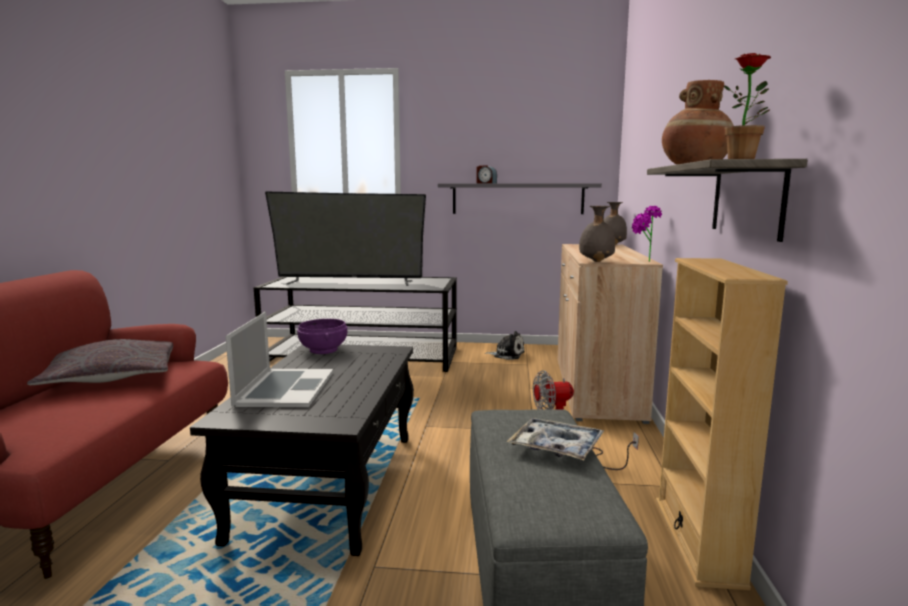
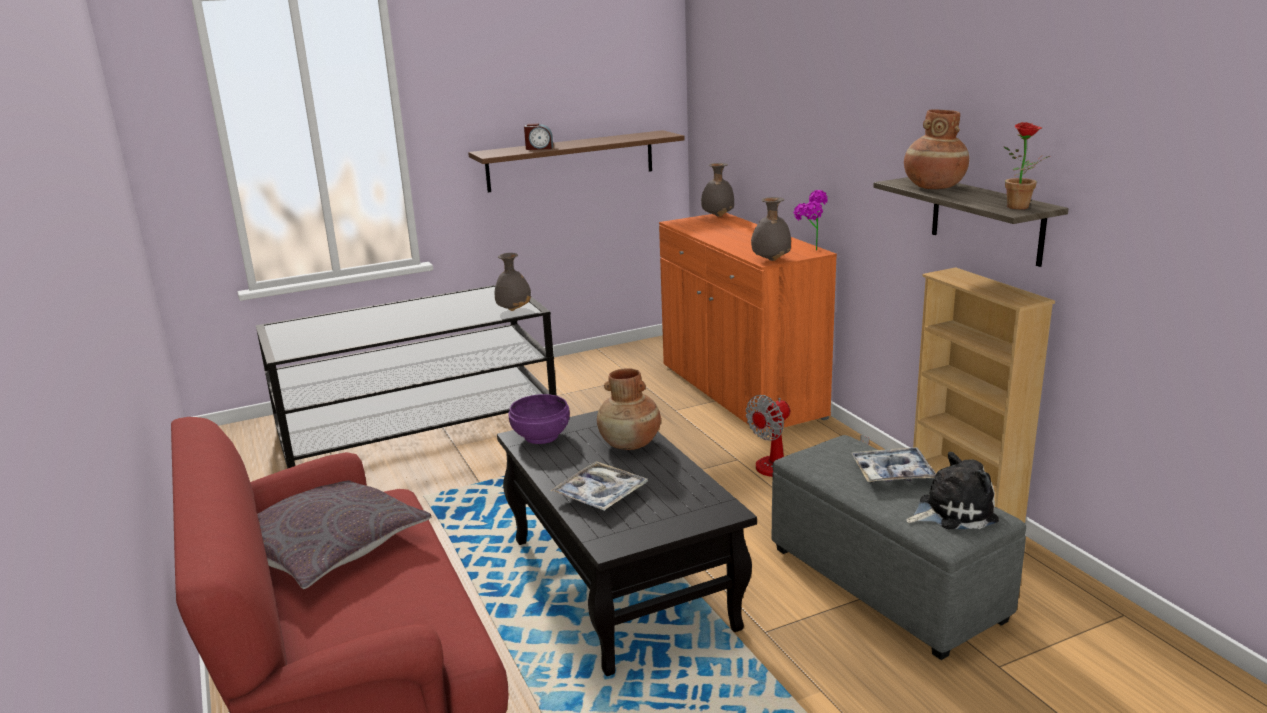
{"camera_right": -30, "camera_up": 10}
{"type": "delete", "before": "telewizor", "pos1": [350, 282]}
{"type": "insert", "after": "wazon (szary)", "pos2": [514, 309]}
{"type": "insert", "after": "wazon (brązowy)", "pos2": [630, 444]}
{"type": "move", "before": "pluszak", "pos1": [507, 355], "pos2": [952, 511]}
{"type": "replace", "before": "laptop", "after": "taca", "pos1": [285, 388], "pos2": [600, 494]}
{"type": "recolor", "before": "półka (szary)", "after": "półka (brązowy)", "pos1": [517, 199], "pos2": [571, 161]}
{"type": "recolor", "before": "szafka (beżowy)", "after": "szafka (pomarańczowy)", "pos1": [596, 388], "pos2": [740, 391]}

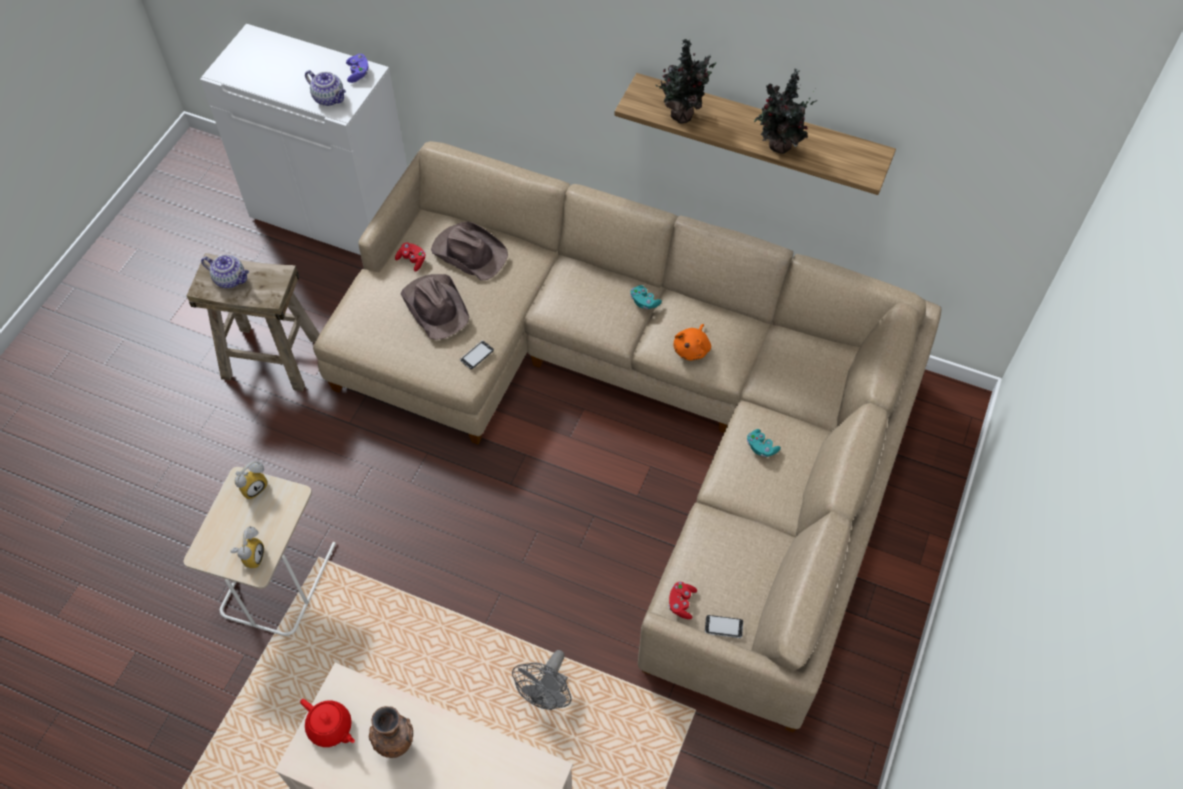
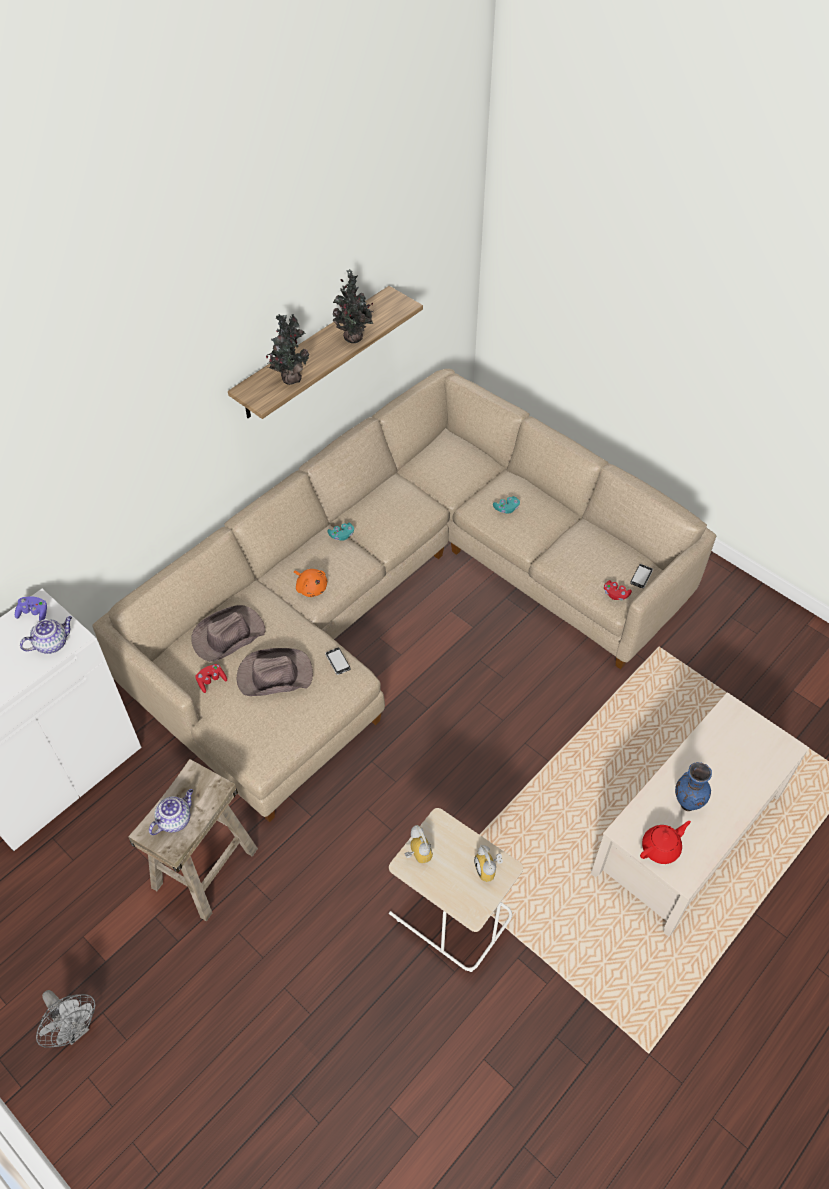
{"camera_right": -70, "camera_up": -5}
{"type": "move", "before": "wentylator (szary)", "pos1": [547, 696], "pos2": [75, 1028]}
{"type": "move", "before": "pluszak (pomarańczowy)", "pos1": [692, 349], "pos2": [311, 587]}
{"type": "recolor", "before": "wazon (brązowy)", "after": "wazon (niebieski)", "pos1": [396, 744], "pos2": [686, 803]}
{"type": "rotate", "before": "budzik", "pos1": [251, 556], "pos2": [489, 870], "turn": -135}

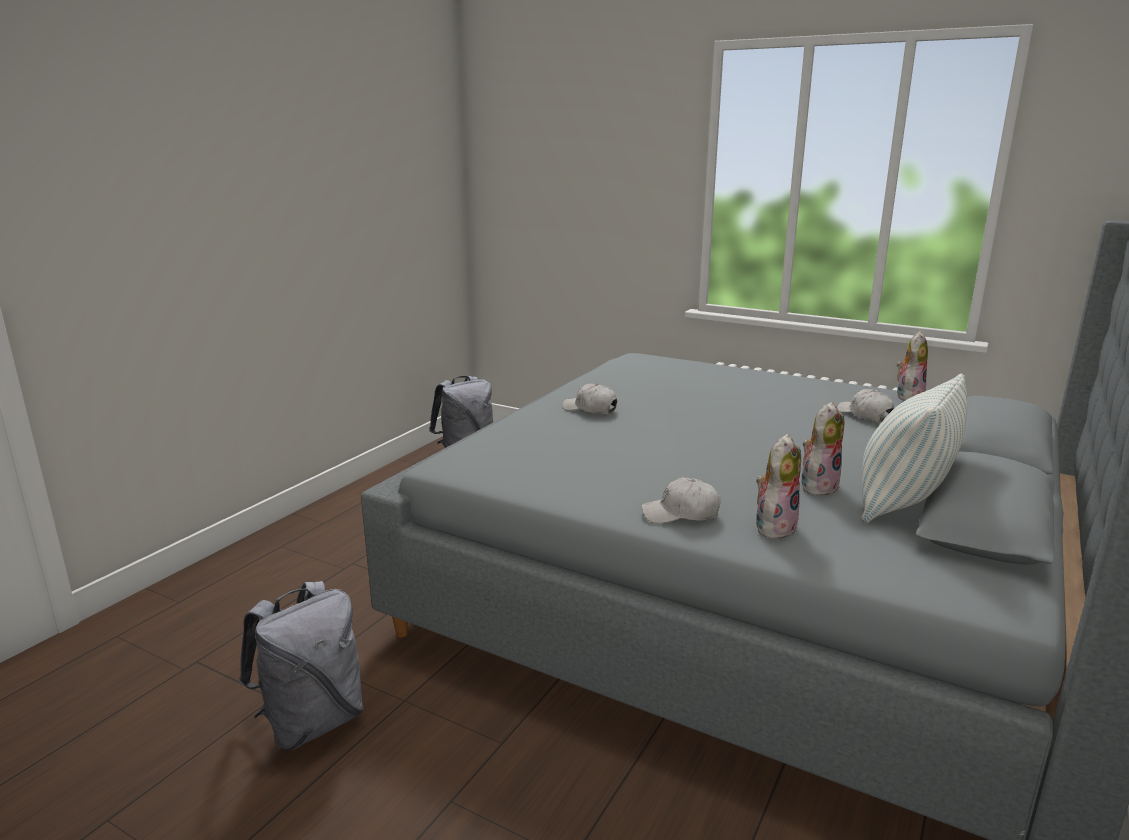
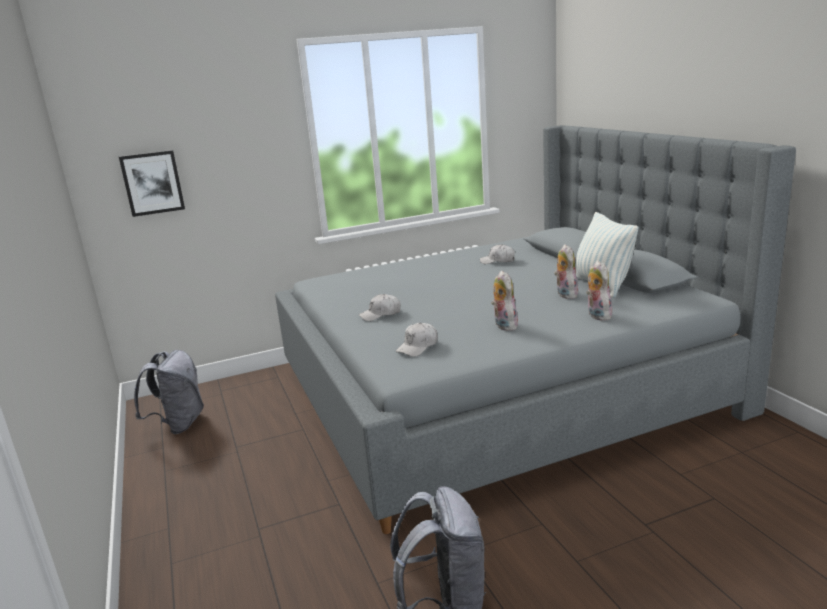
{"camera_right": -50, "camera_up": 0}
{"type": "insert", "after": "obraz", "pos2": [152, 183]}
{"type": "move", "before": "czapka z daszkiem (biały)", "pos1": [681, 514], "pos2": [418, 347]}
{"type": "move", "before": "pluszak", "pos1": [908, 396], "pos2": [503, 325]}

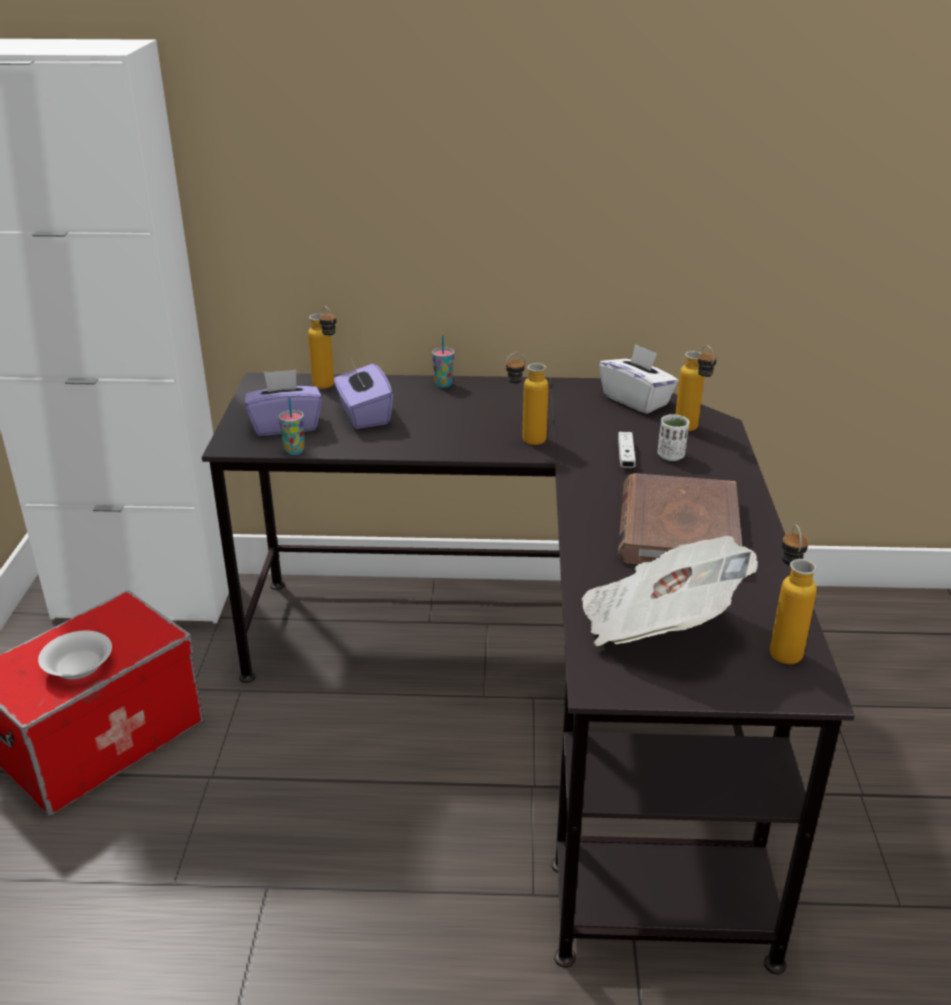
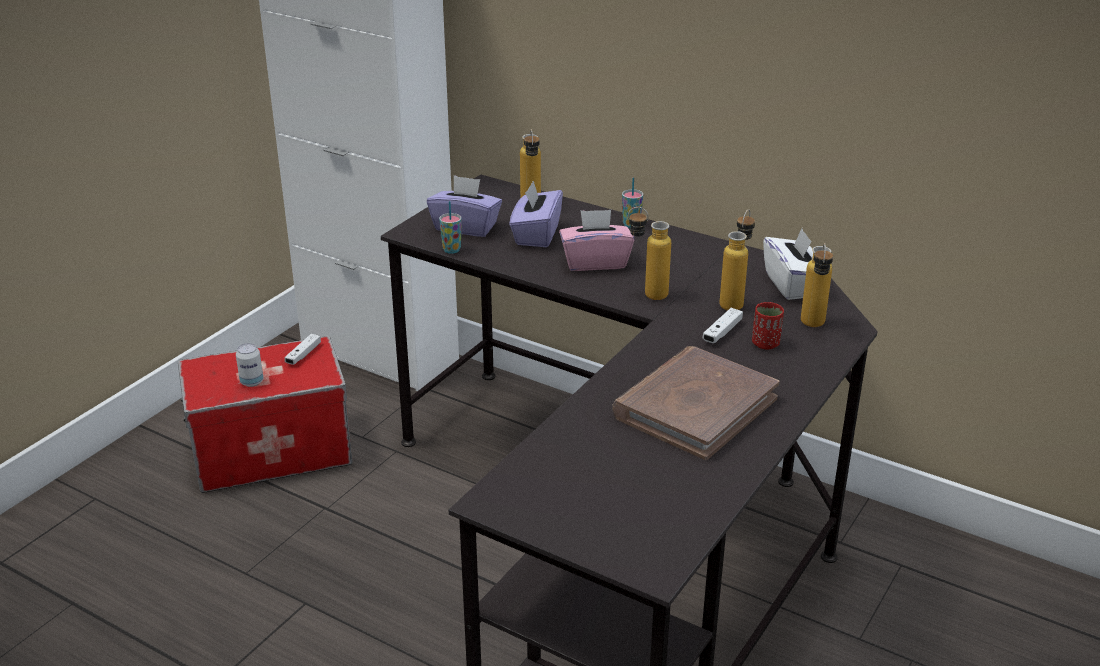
{"camera_right": 30, "camera_up": 0}
{"type": "delete", "before": "gazeta", "pos1": [657, 625]}
{"type": "insert", "after": "pad do gier (biały)", "pos2": [303, 354]}
{"type": "insert", "after": "pudełko chusteczek (różowy)", "pos2": [595, 262]}
{"type": "move", "before": "butelka", "pos1": [782, 646], "pos2": [734, 301]}
{"type": "replace", "before": "miska (biały)", "after": "puszka", "pos1": [79, 667], "pos2": [252, 382]}
{"type": "recolor", "before": "filiżanka (biały)", "after": "filiżanka (czerwony)", "pos1": [671, 456], "pos2": [765, 344]}

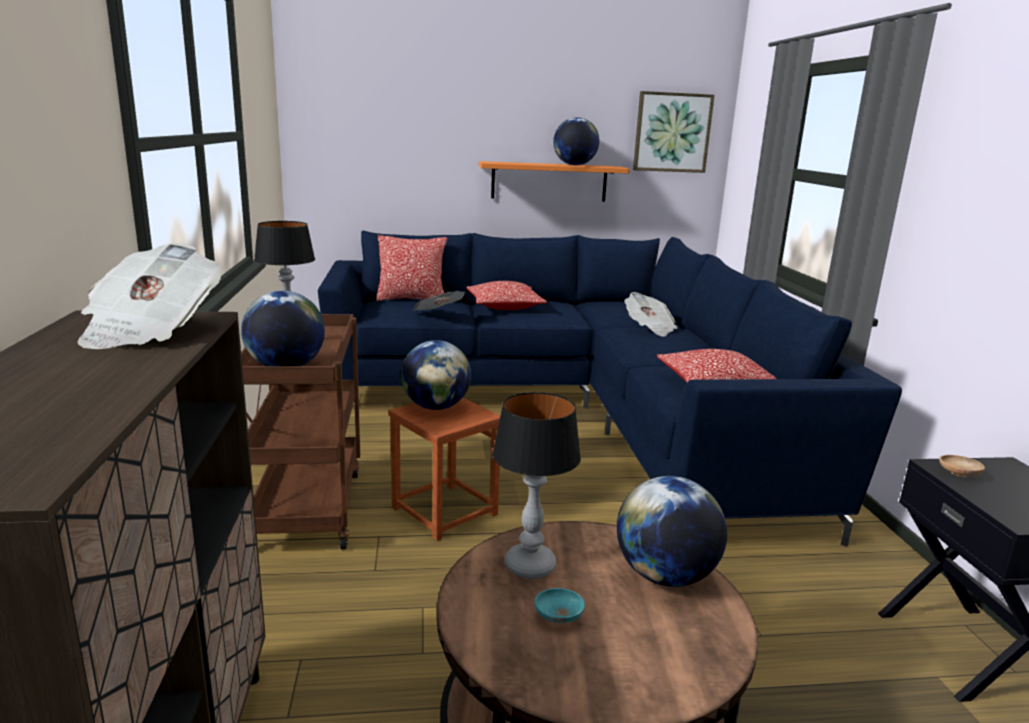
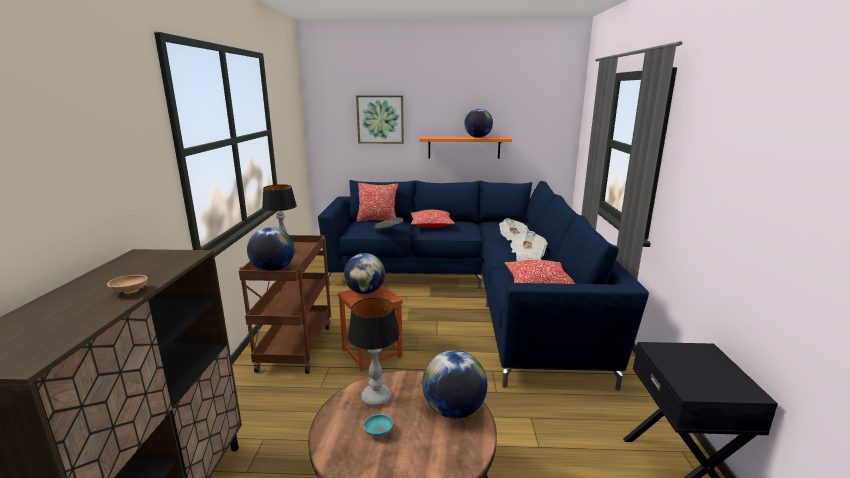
{"camera_right": 10, "camera_up": 0}
{"type": "move", "before": "gazeta", "pos1": [150, 331], "pos2": [527, 256]}
{"type": "move", "before": "obraz", "pos1": [672, 132], "pos2": [380, 119]}
{"type": "move", "before": "miska (brązowy)", "pos1": [958, 475], "pos2": [130, 291]}

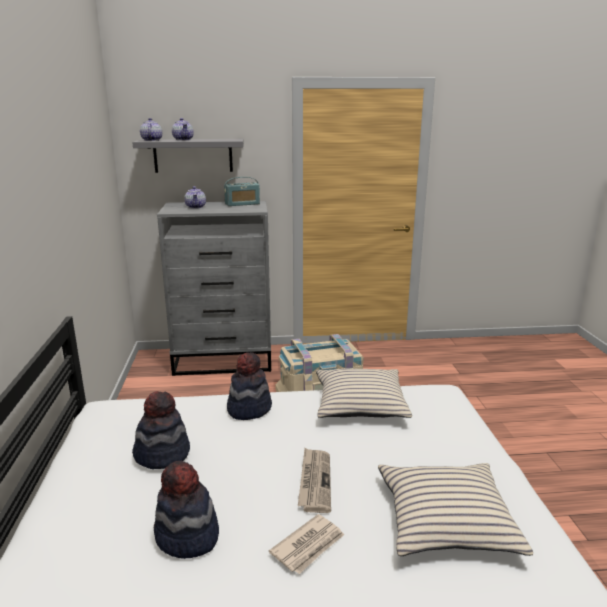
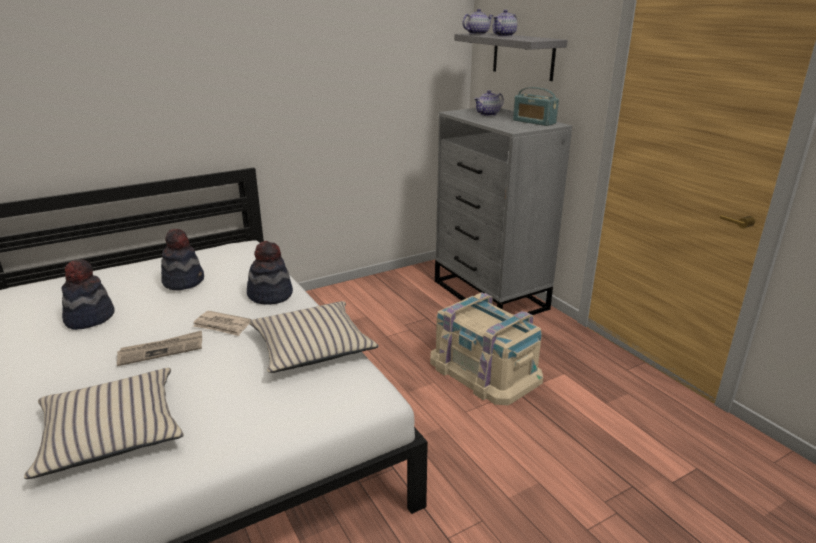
{"camera_right": 65, "camera_up": 5}
{"type": "move", "before": "gazeta", "pos1": [309, 546], "pos2": [222, 325]}

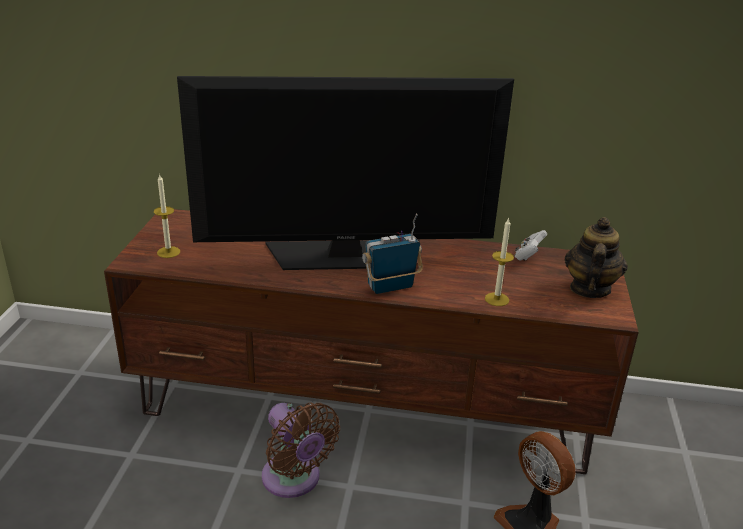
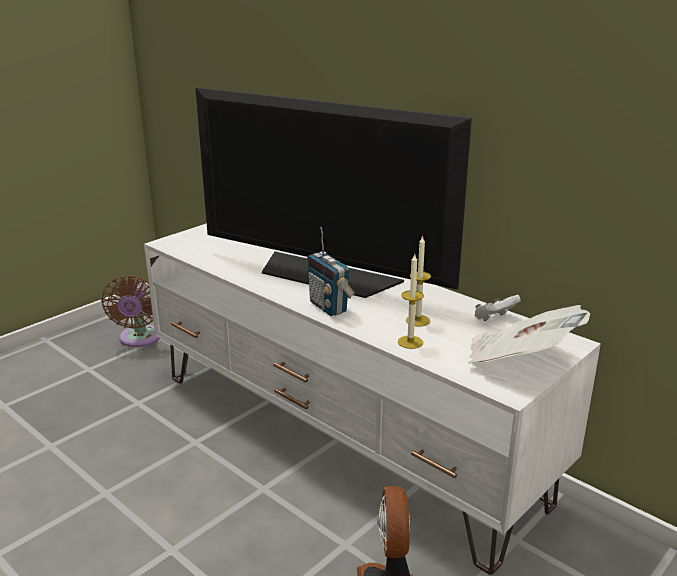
{"camera_right": 35, "camera_up": -5}
{"type": "move", "before": "świeca", "pos1": [168, 252], "pos2": [418, 320]}
{"type": "move", "before": "wentylator (brązowy)", "pos1": [294, 480], "pos2": [139, 339]}
{"type": "replace", "before": "imbryk", "after": "gazeta", "pos1": [589, 289], "pos2": [519, 361]}
{"type": "recolor", "before": "szafka pod telewizor (brązowy)", "after": "szafka pod telewizor (biały)", "pos1": [367, 406], "pos2": [341, 435]}
{"type": "rotate", "before": "radio", "pos1": [390, 287], "pos2": [329, 307], "turn": -135}

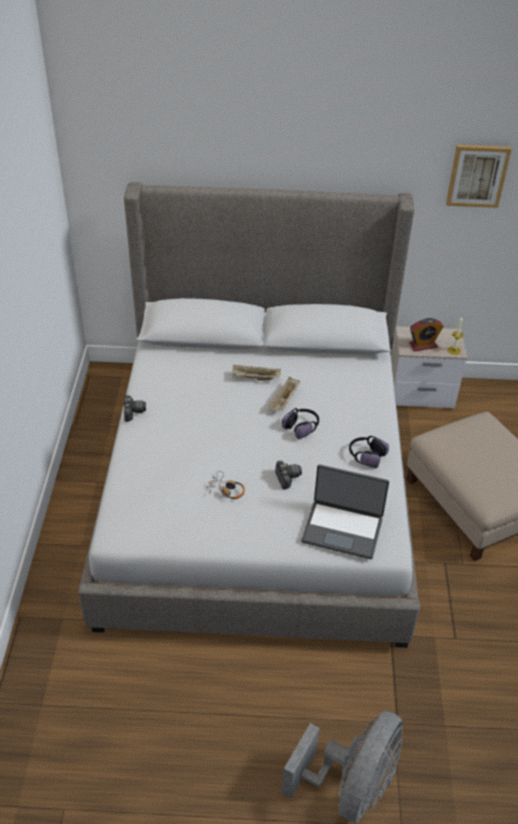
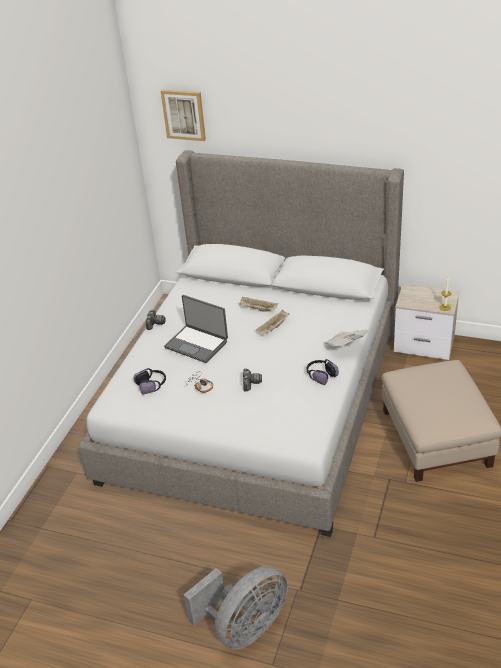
{"camera_right": 20, "camera_up": -5}
{"type": "delete", "before": "budzik", "pos1": [423, 345]}
{"type": "insert", "after": "gazeta", "pos2": [346, 346]}
{"type": "move", "before": "słuchawki", "pos1": [302, 427], "pos2": [152, 385]}
{"type": "move", "before": "laptop", "pos1": [342, 529], "pos2": [197, 344]}
{"type": "move", "before": "obraz", "pos1": [477, 175], "pos2": [184, 114]}

